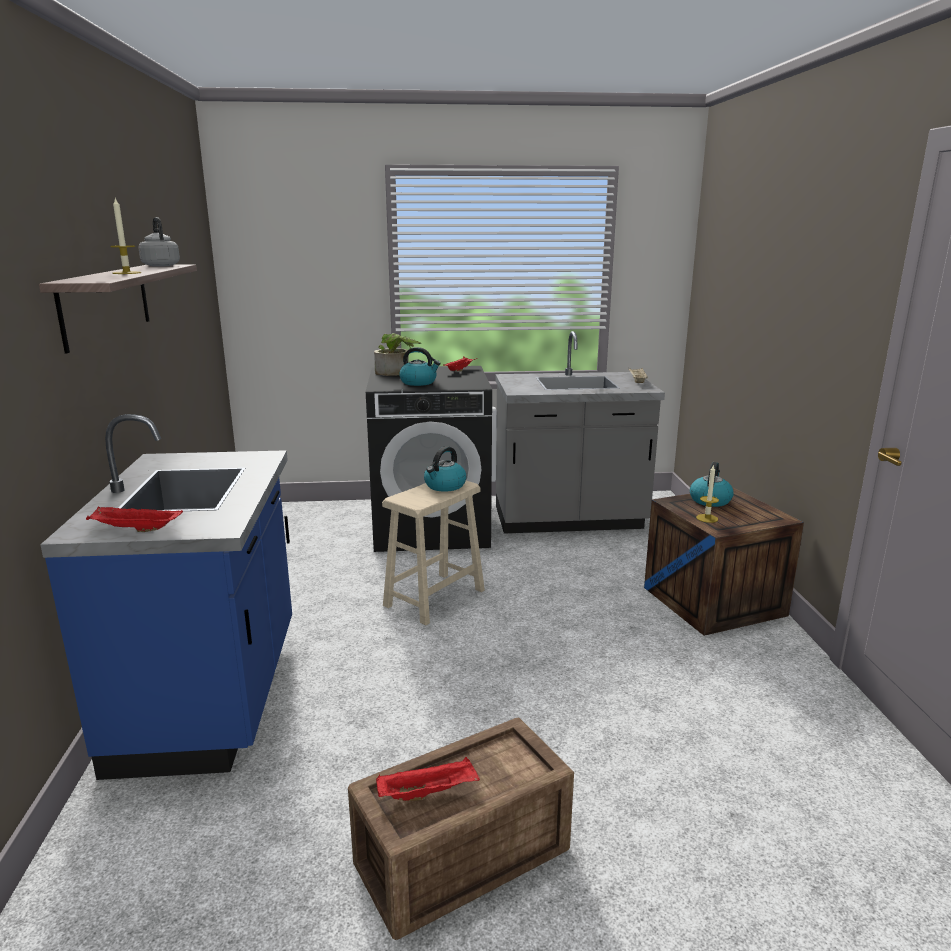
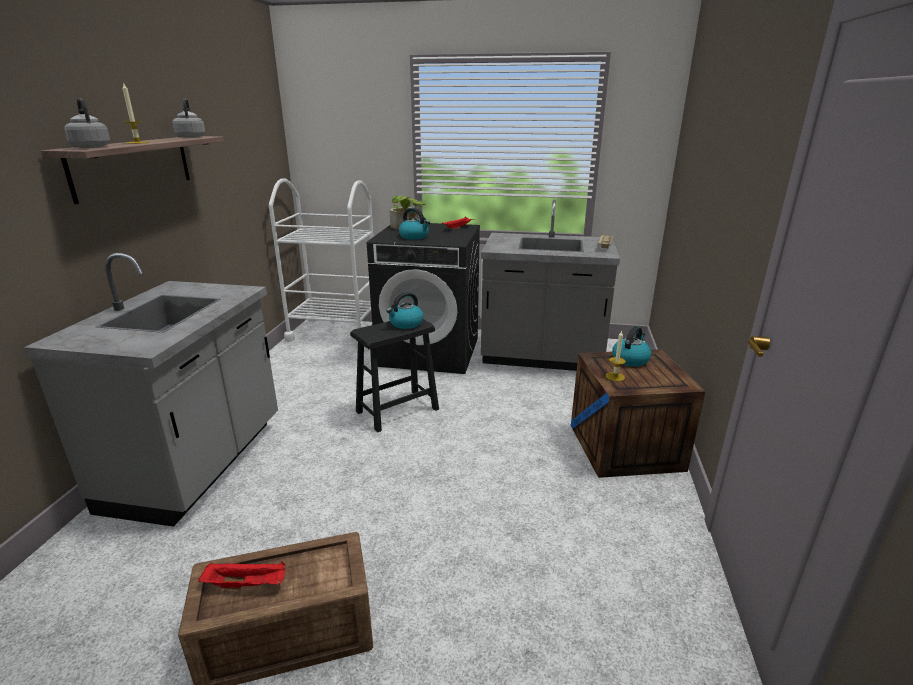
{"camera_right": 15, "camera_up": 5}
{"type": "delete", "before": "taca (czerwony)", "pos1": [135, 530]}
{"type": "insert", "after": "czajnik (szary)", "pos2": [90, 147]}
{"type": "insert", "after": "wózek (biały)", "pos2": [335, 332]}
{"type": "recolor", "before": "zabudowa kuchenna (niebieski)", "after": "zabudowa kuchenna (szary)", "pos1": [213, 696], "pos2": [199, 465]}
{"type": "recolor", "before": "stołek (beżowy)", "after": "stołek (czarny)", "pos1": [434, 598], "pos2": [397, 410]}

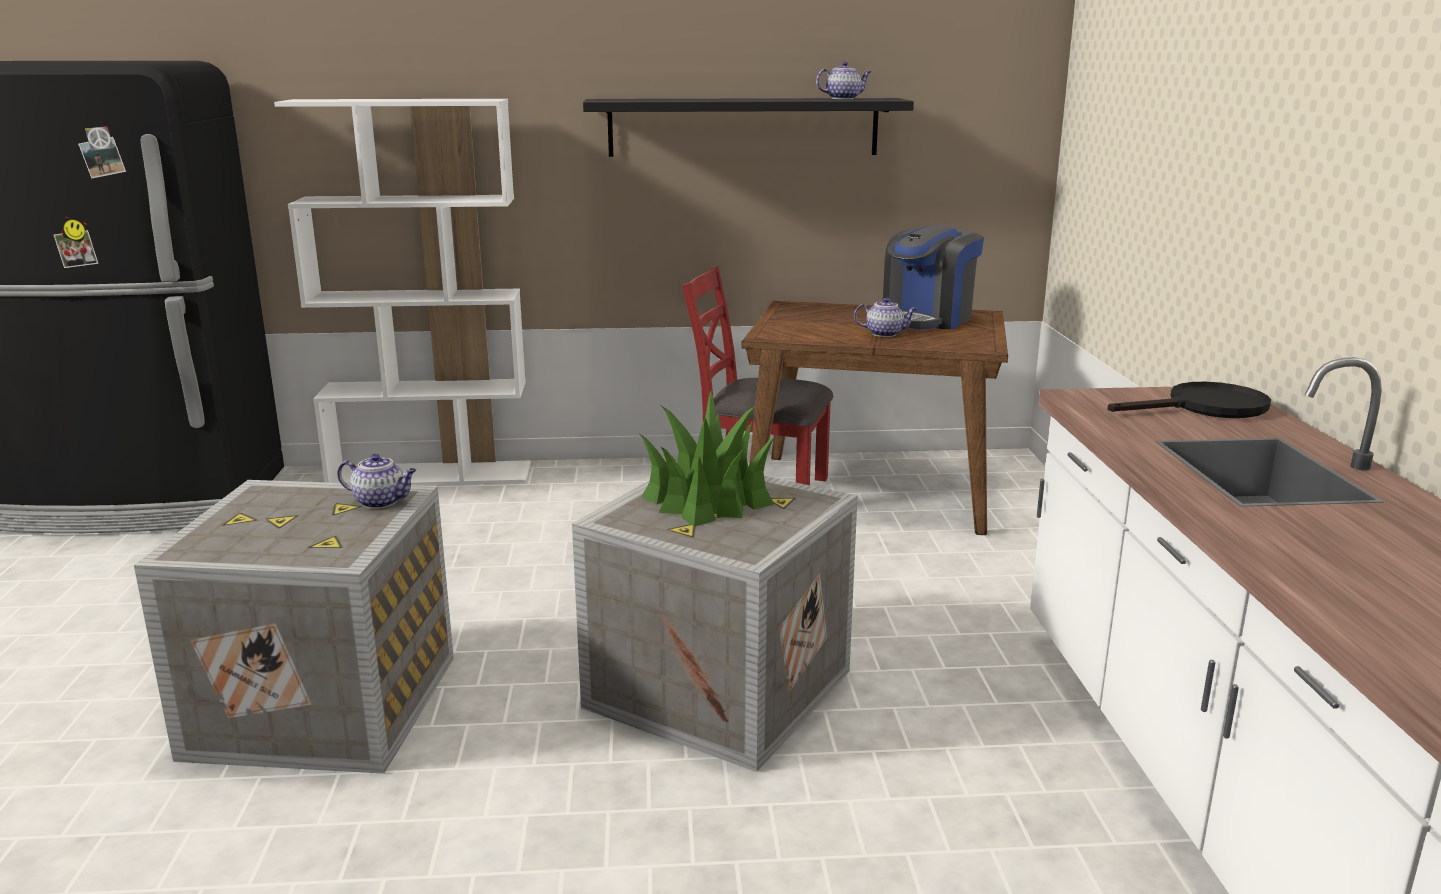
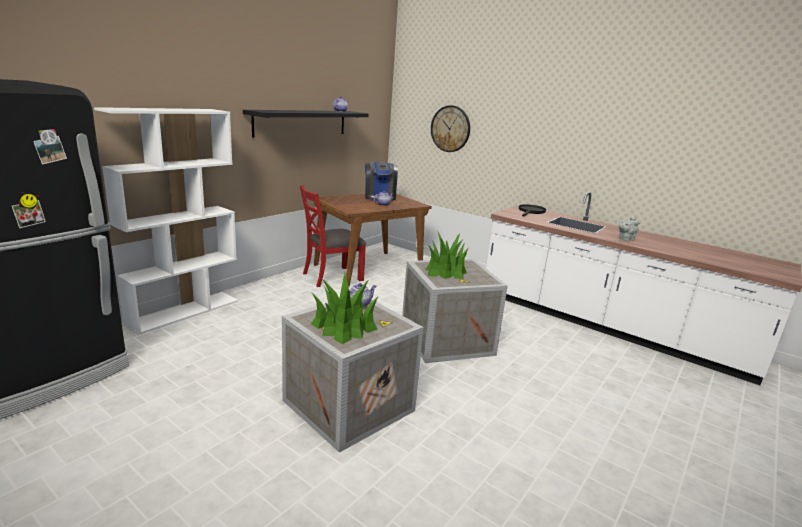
{"camera_right": -50, "camera_up": 0}
{"type": "insert", "after": "roślina doniczkowa", "pos2": [343, 326]}
{"type": "insert", "after": "zegar ścienny", "pos2": [450, 129]}
{"type": "insert", "after": "imbryk (szary)", "pos2": [625, 239]}

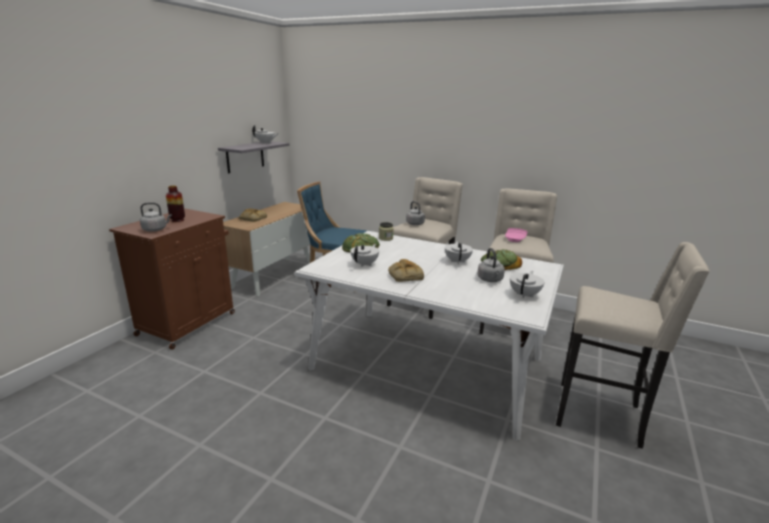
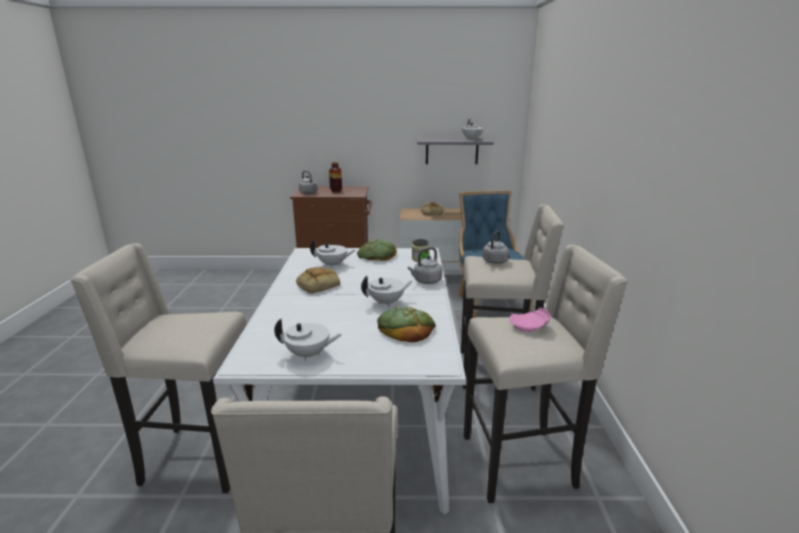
{"camera_right": 65, "camera_up": 0}
{"type": "insert", "after": "stołek (beżowy)", "pos2": [198, 457]}
{"type": "move", "before": "czajnik (szary)", "pos1": [490, 280], "pos2": [426, 281]}

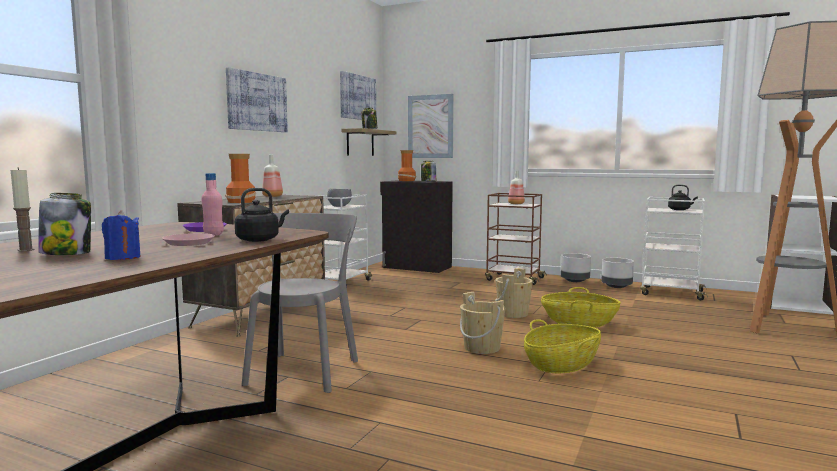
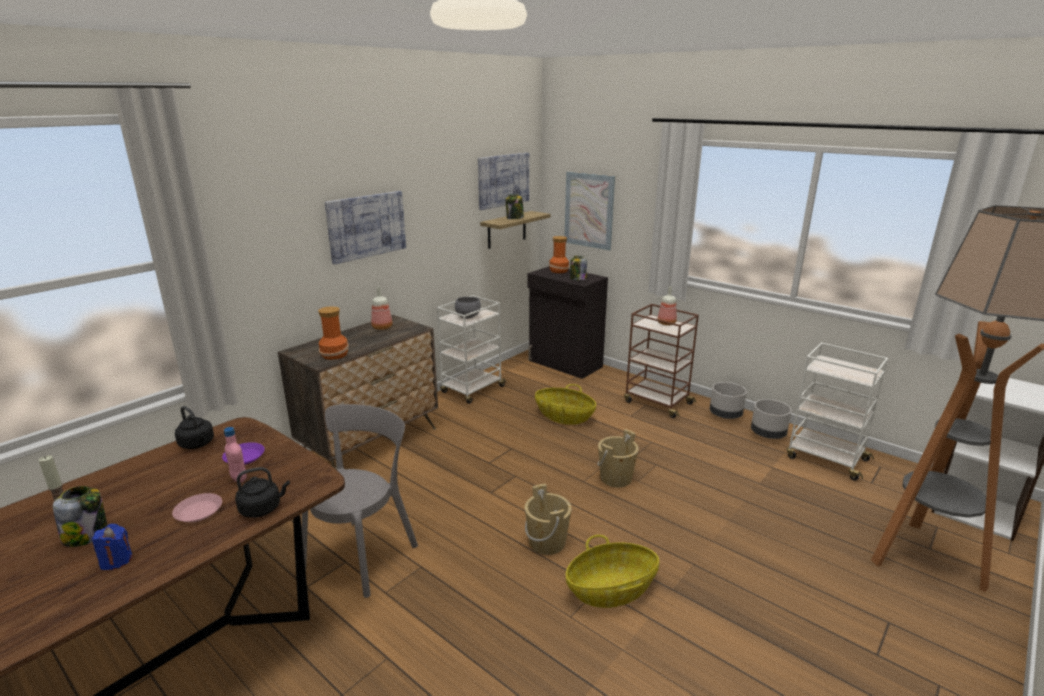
{"camera_right": 15, "camera_up": 15}
{"type": "move", "before": "koszyk", "pos1": [579, 322], "pos2": [564, 417]}
{"type": "move", "before": "czajnik (czarny)", "pos1": [680, 209], "pos2": [197, 444]}

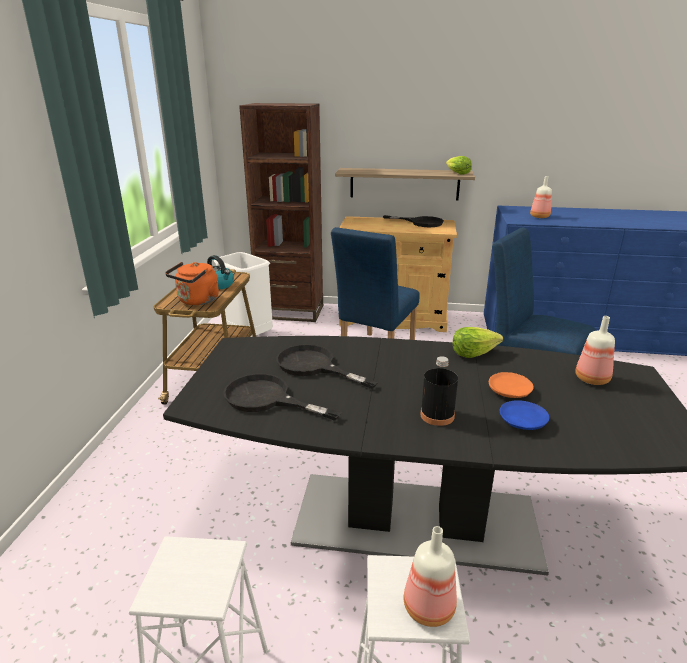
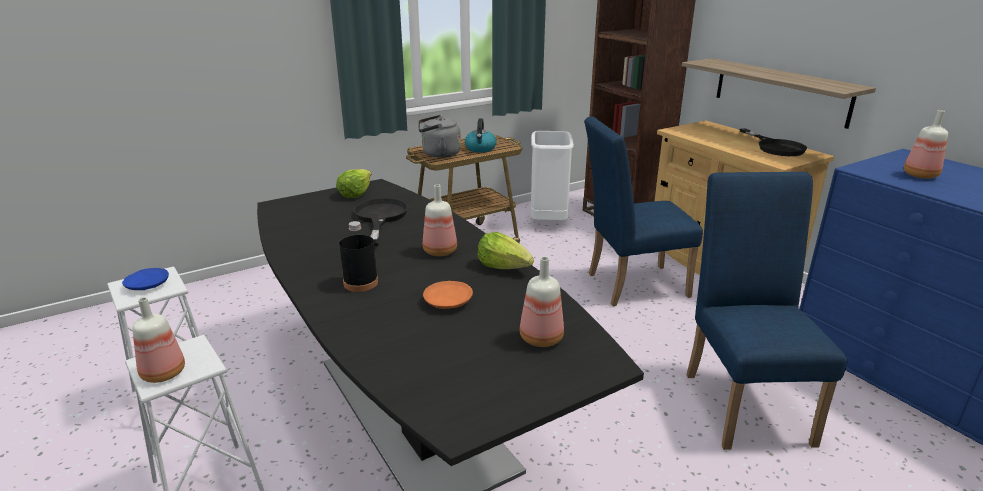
{"camera_right": 50, "camera_up": 0}
{"type": "delete", "before": "patelnia (czarny)", "pos1": [267, 399]}
{"type": "insert", "after": "butelka", "pos2": [441, 251]}
{"type": "move", "before": "sałata", "pos1": [457, 173], "pos2": [355, 193]}
{"type": "move", "before": "talerz (niebieski)", "pos1": [522, 421], "pos2": [147, 285]}
{"type": "recolor", "before": "czajnik (pomarańczowy)", "after": "czajnik (szary)", "pos1": [197, 301], "pos2": [438, 154]}

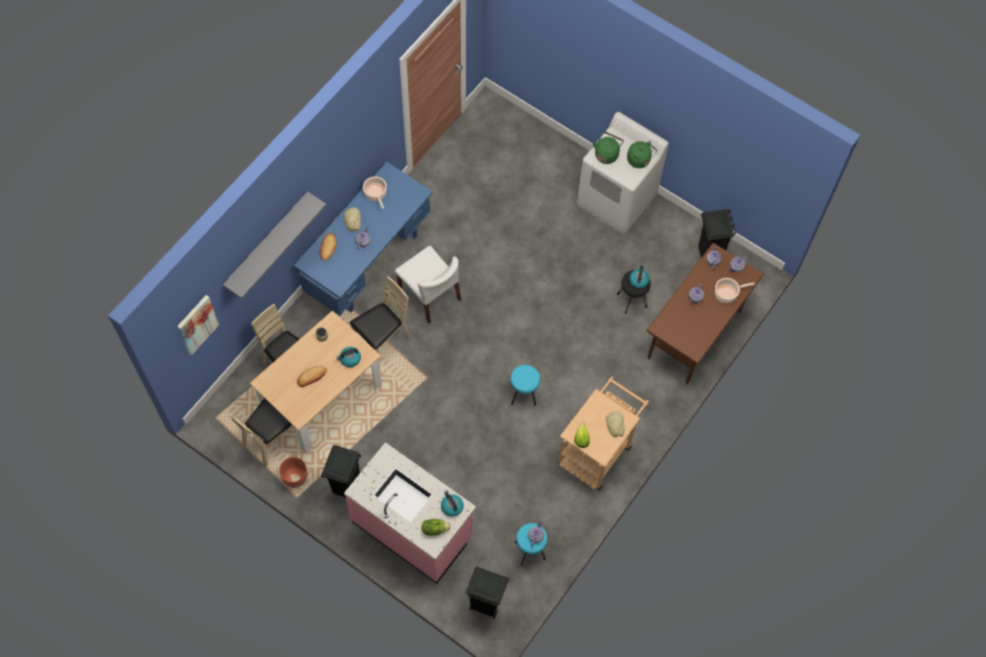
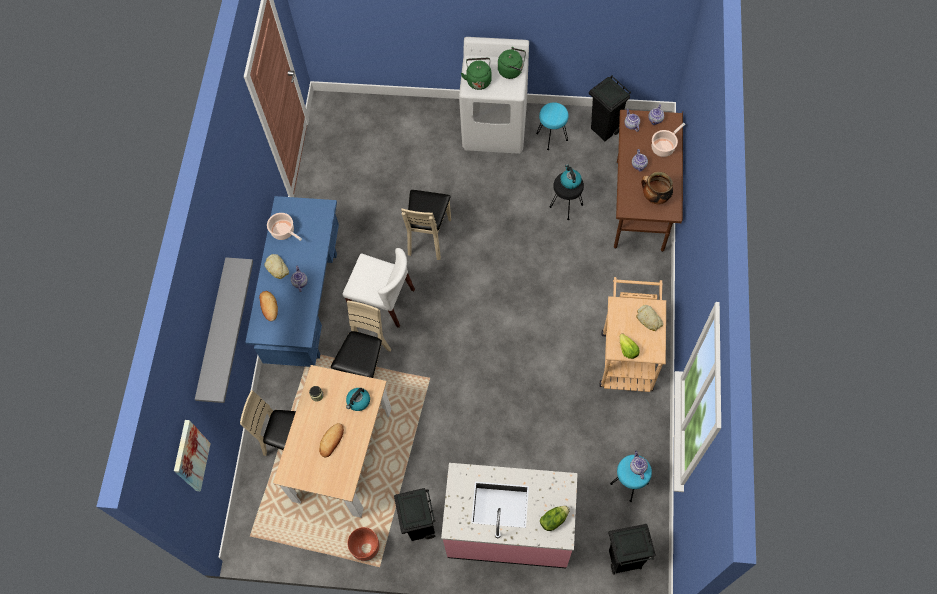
{"camera_right": -25, "camera_up": 0}
{"type": "delete", "before": "czajnik", "pos1": [451, 506]}
{"type": "insert", "after": "garnek", "pos2": [654, 198]}
{"type": "move", "before": "krzesło (beżowy)", "pos1": [271, 439], "pos2": [428, 236]}
{"type": "move", "before": "stołek (turkusowy)", "pos1": [523, 394], "pos2": [552, 137]}

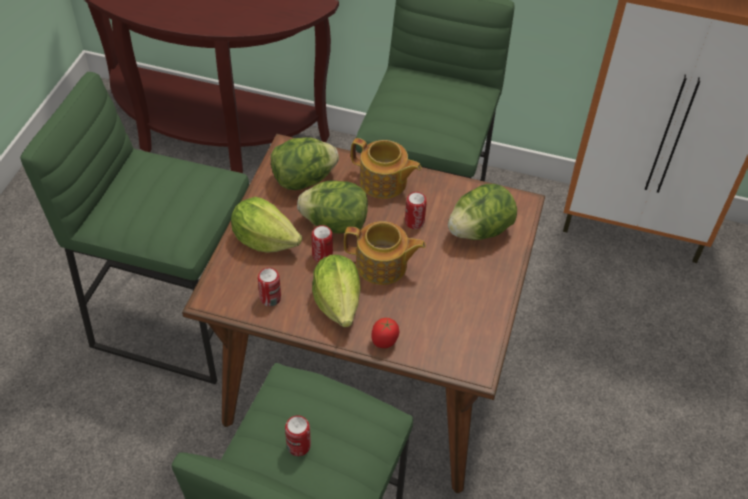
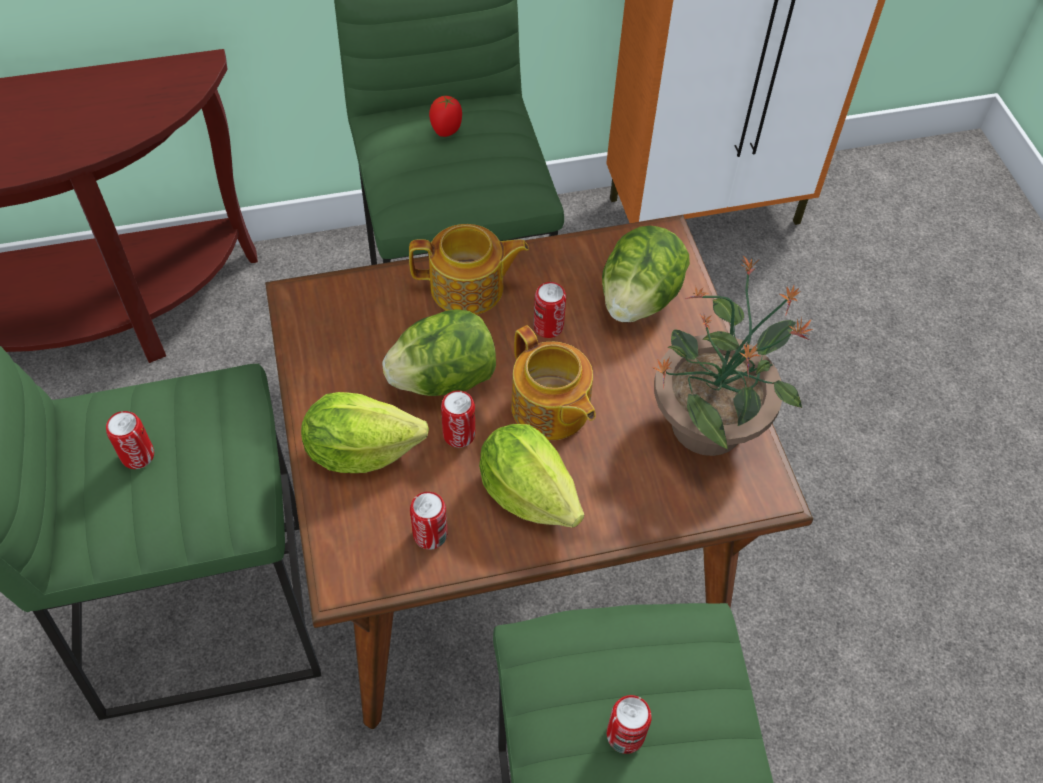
{"camera_right": -30, "camera_up": 5}
{"type": "delete", "before": "sałata", "pos1": [303, 179]}
{"type": "insert", "after": "puszka", "pos2": [138, 455]}
{"type": "insert", "after": "roślina doniczkowa", "pos2": [709, 423]}
{"type": "move", "before": "pomidor", "pos1": [385, 341], "pos2": [446, 130]}
{"type": "rotate", "before": "imbryk", "pos1": [382, 266], "pos2": [550, 409], "turn": 75}

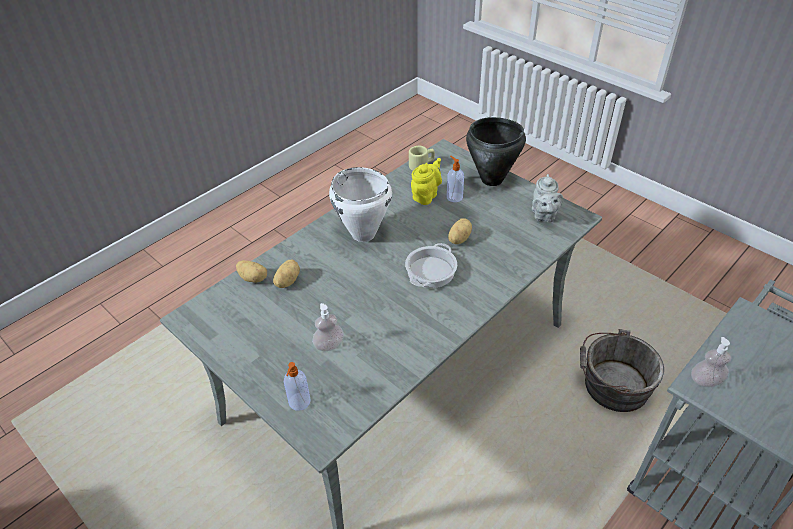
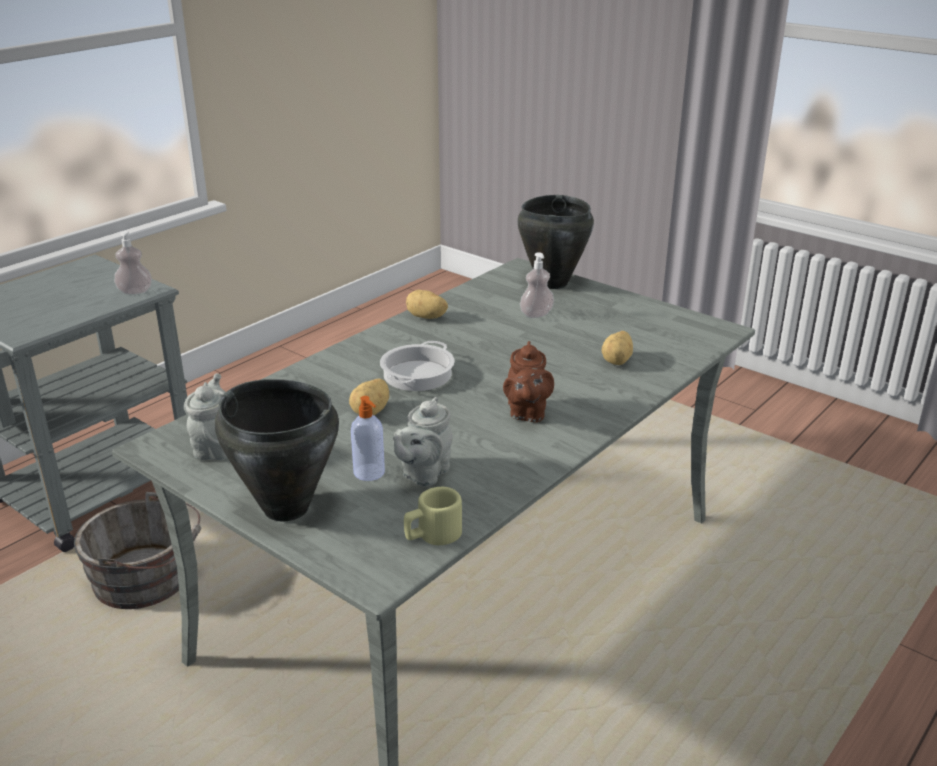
{"camera_right": 175, "camera_up": -15}
{"type": "move", "before": "ziemniak", "pos1": [253, 278], "pos2": [426, 317]}
{"type": "replace", "before": "dozownik mydła", "after": "garnek (czarny)", "pos1": [299, 402], "pos2": [551, 283]}
{"type": "replace", "before": "garnek (biały)", "after": "imbryk (brązowy)", "pos1": [363, 234], "pos2": [526, 413]}
{"type": "recolor", "before": "imbryk (żółty)", "after": "imbryk (szary)", "pos1": [426, 195], "pos2": [423, 474]}

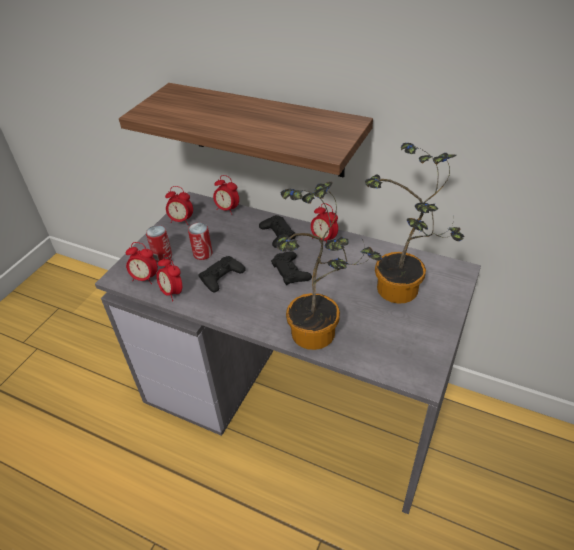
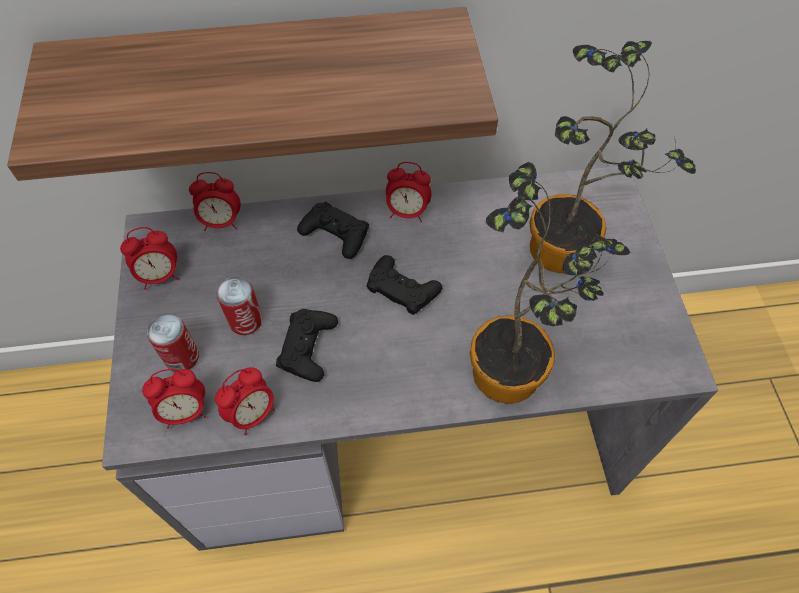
{"camera_right": -35, "camera_up": 15}
{"type": "rotate", "before": "budzik", "pos1": [172, 292], "pos2": [252, 414], "turn": -60}

